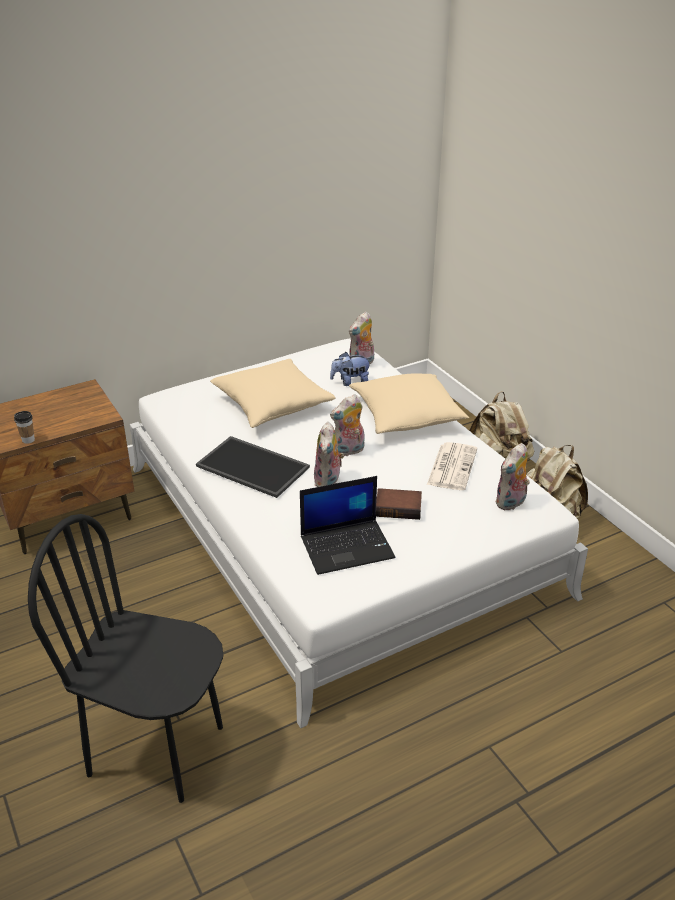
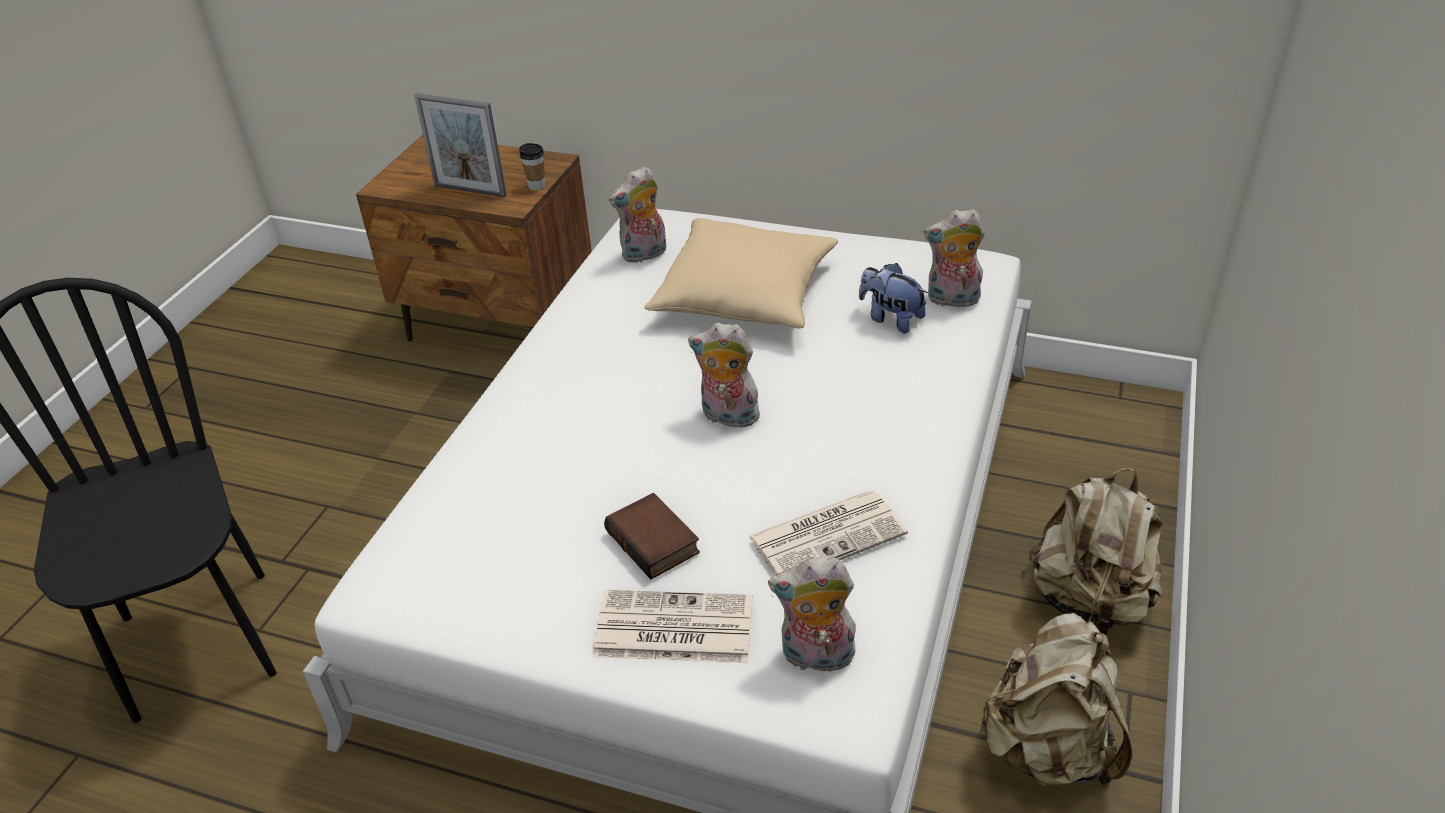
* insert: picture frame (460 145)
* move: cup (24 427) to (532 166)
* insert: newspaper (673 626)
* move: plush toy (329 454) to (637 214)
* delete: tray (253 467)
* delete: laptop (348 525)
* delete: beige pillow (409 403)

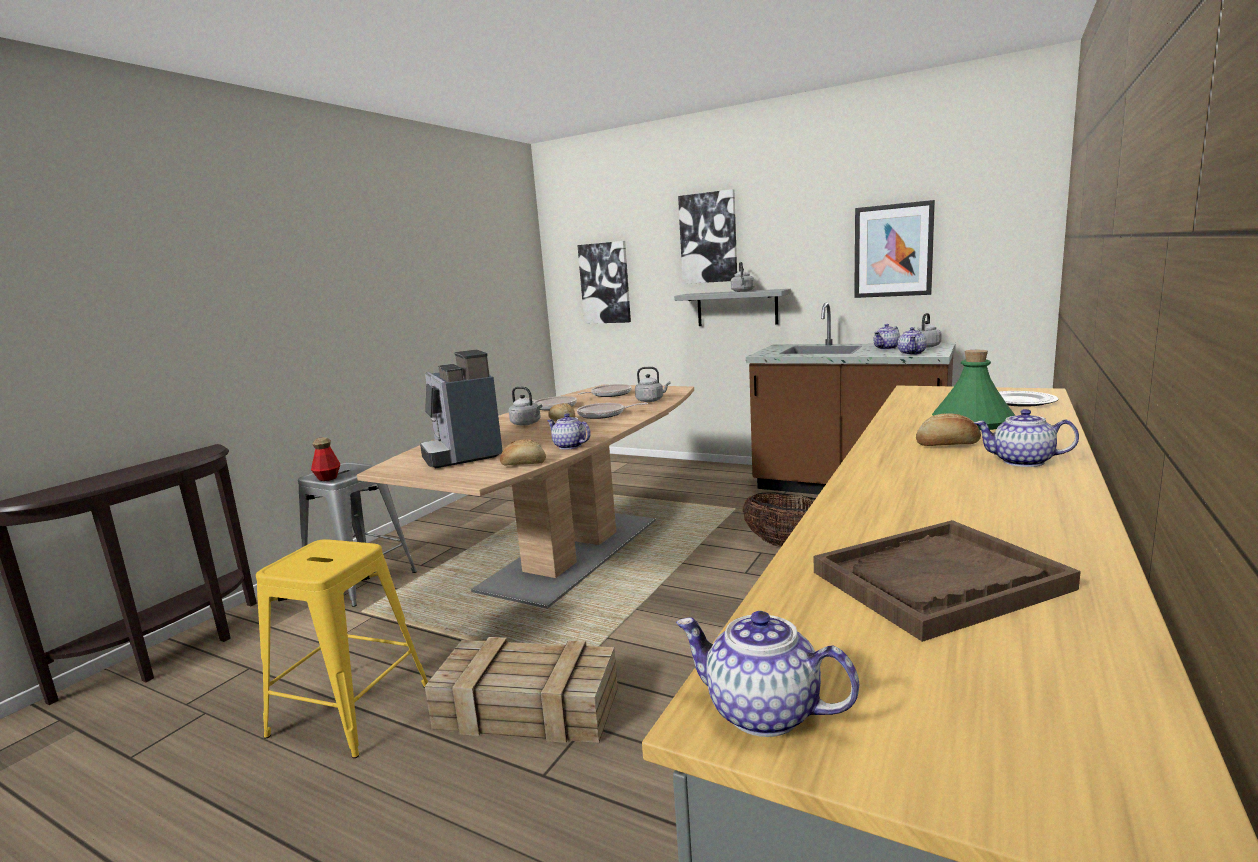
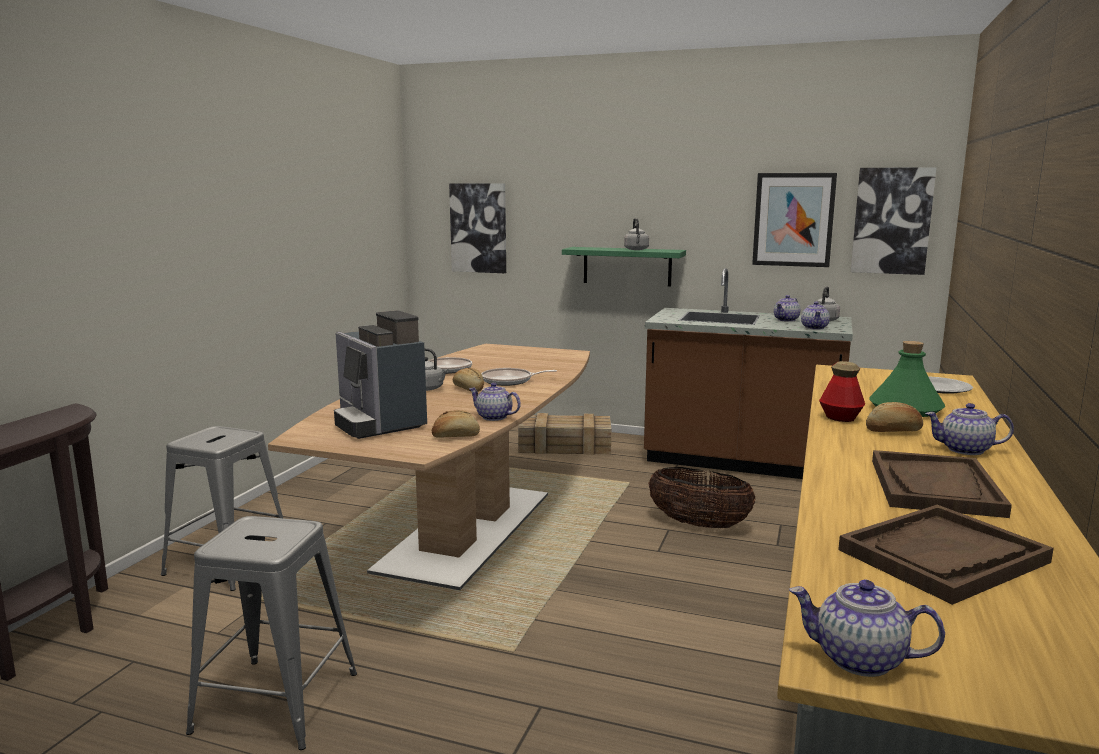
* recolor: yellow stool (342 648) to grey stool (271 633)
* move: crate (521 690) to (564 434)
* recolor: grey shelf (732 307) to green shelf (624 267)
* move: bottle (325 459) to (842 391)
* move: picture (707 236) to (893 221)
* insert: brown tray (942 484)
* delete: frying pan (604 390)
* delete: grey kettle (652 384)

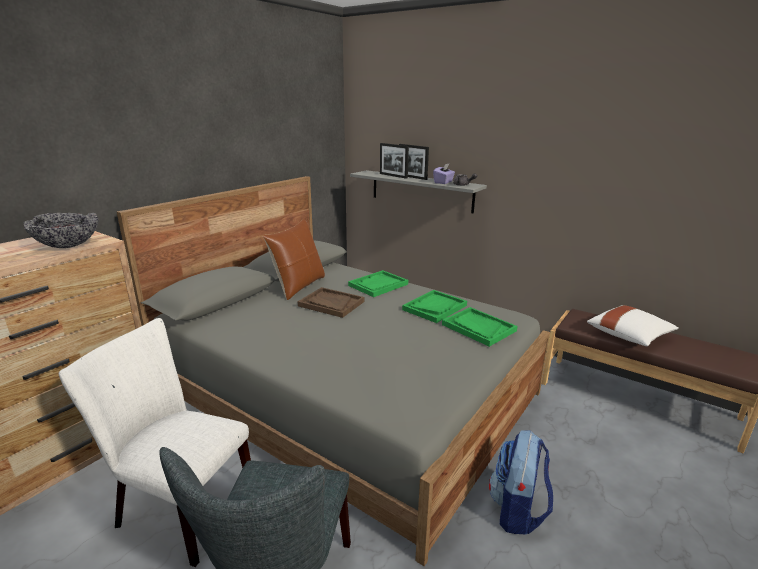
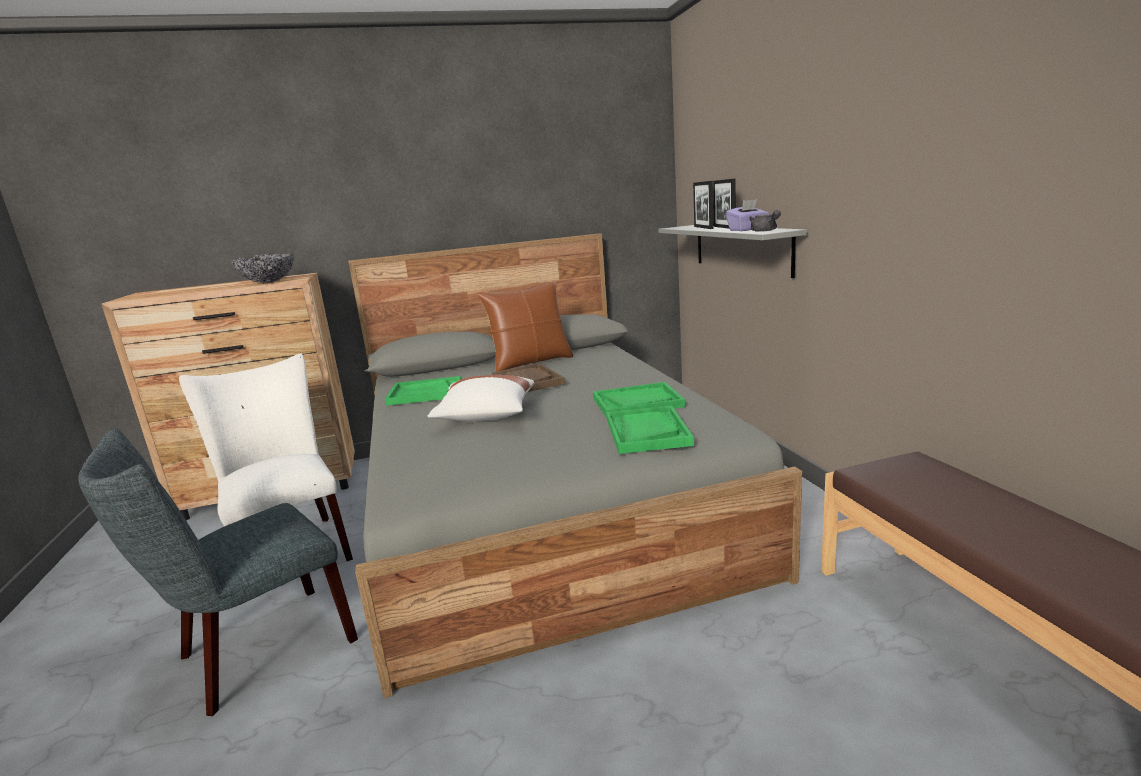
* move: green tray (378 283) to (423 391)
* move: white pillow (633 325) to (481 398)
* delete: backpack (521 482)

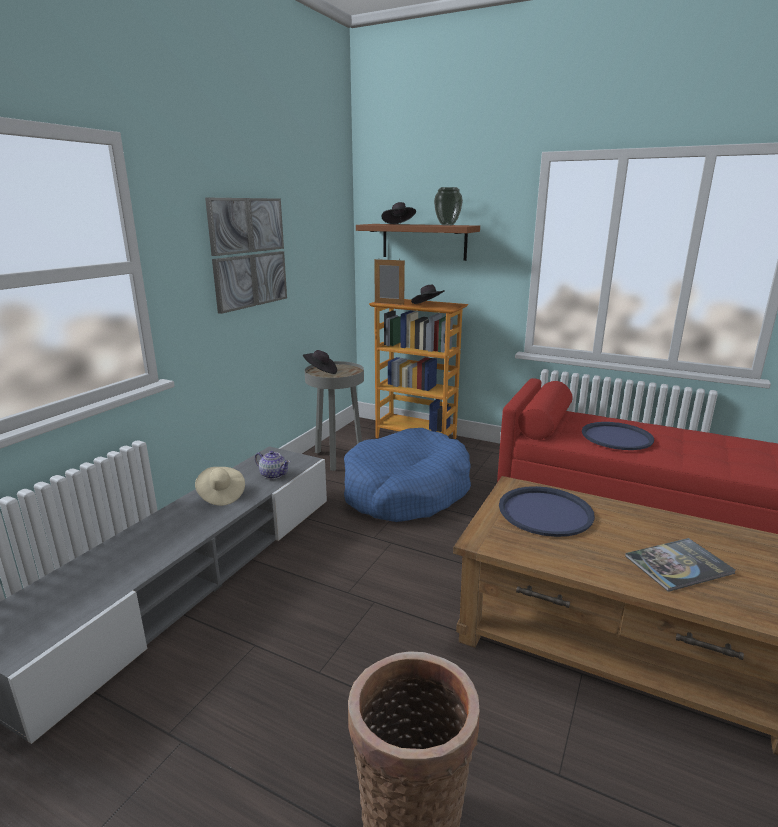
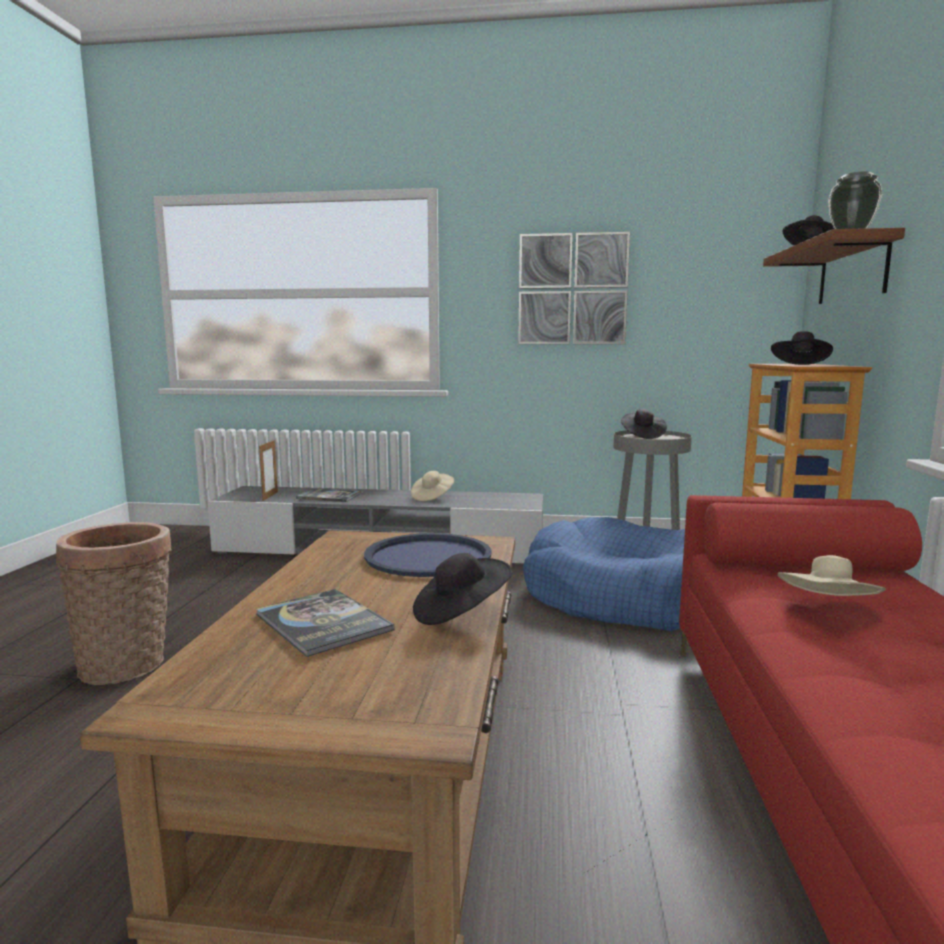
* move: picture frame (389 281) to (268 470)
* insert: book (328 495)
* insert: black hat (462 589)
* replace: blue tray (618 436) to beige hat (832 575)
* delete: teapot (272 465)

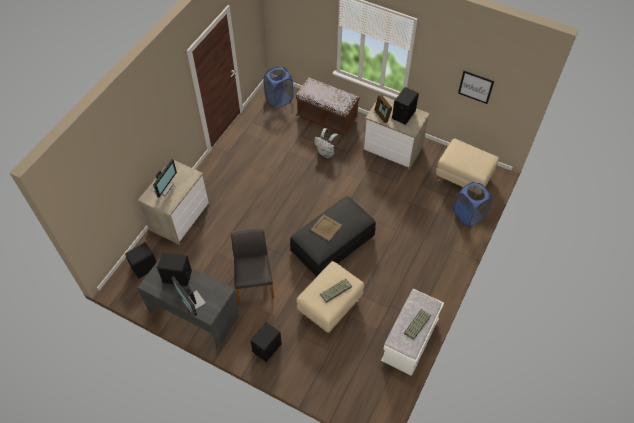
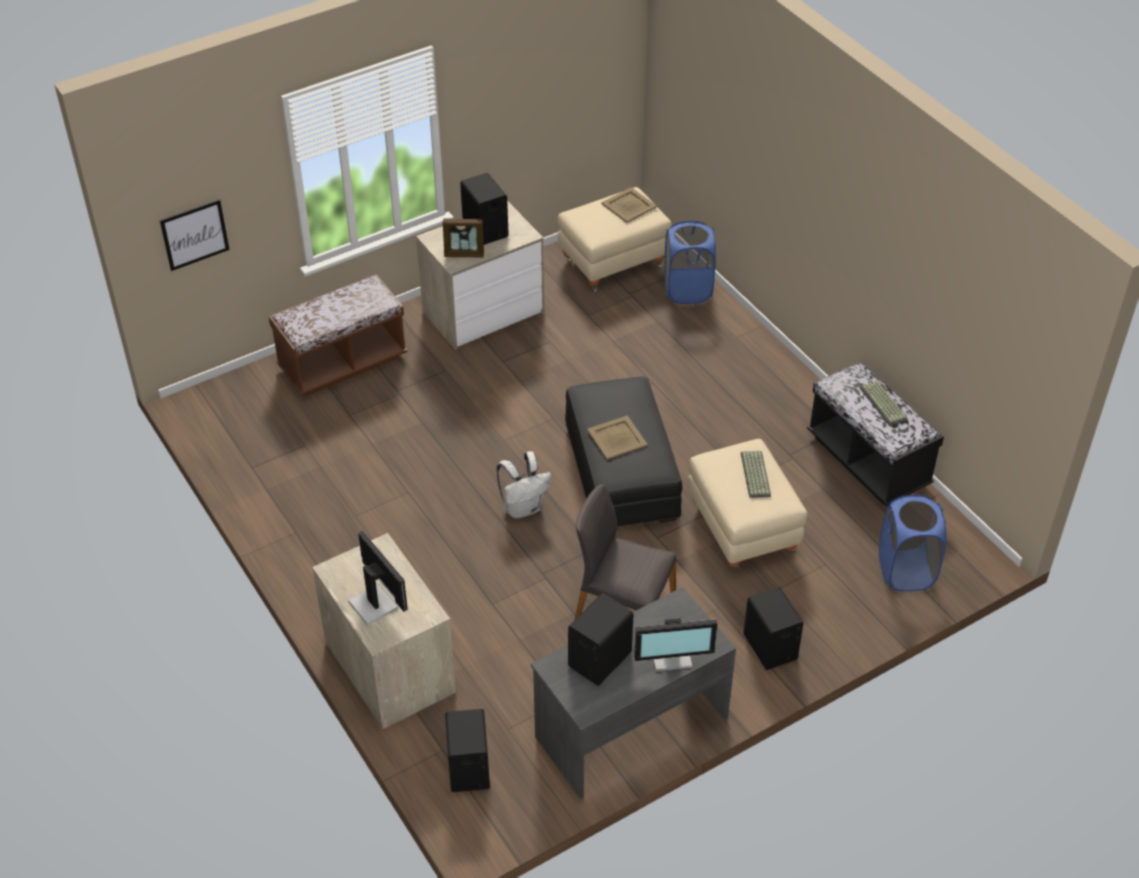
* move: picture (476 87) to (194 235)
* move: white backpack (327 143) to (523 485)
* insert: beige tray (629 205)
* recolor: white bench (412 332) to black bench (875 433)
* move: blue laundry basket (278 87) to (912 543)

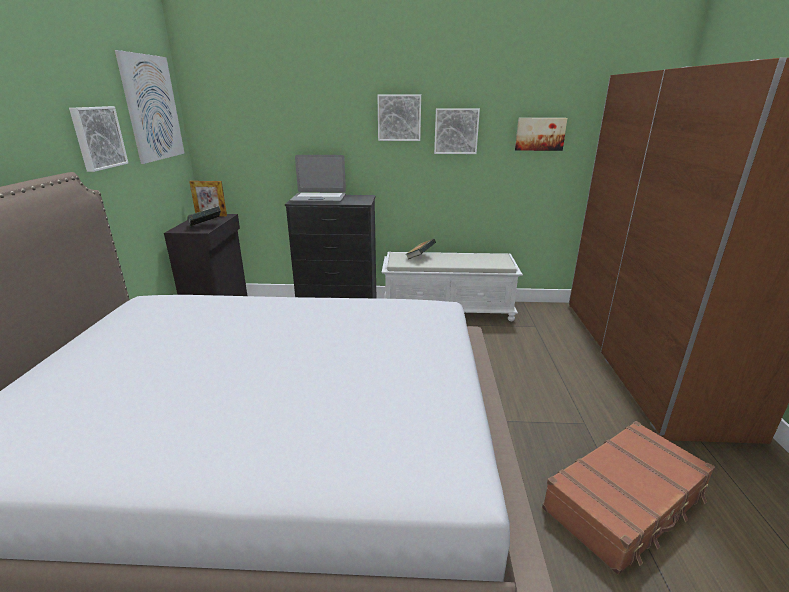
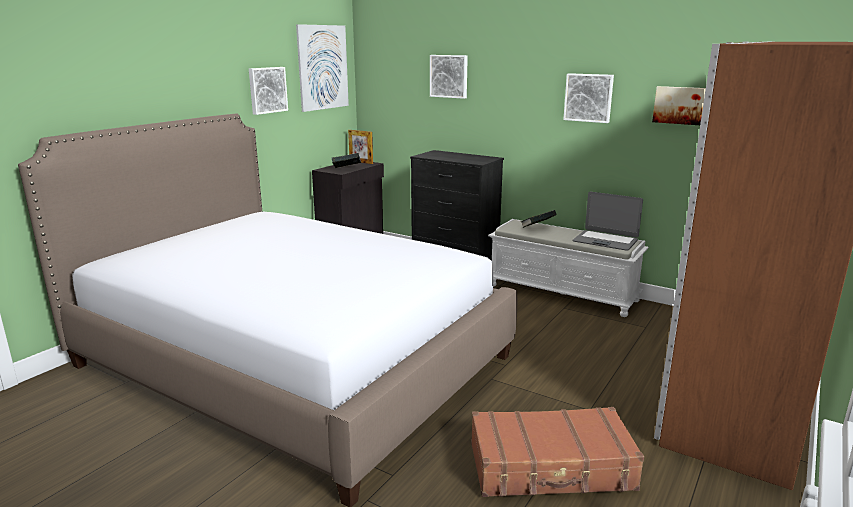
* move: picture (399 118) to (449 77)
* move: laptop (318 178) to (608 221)

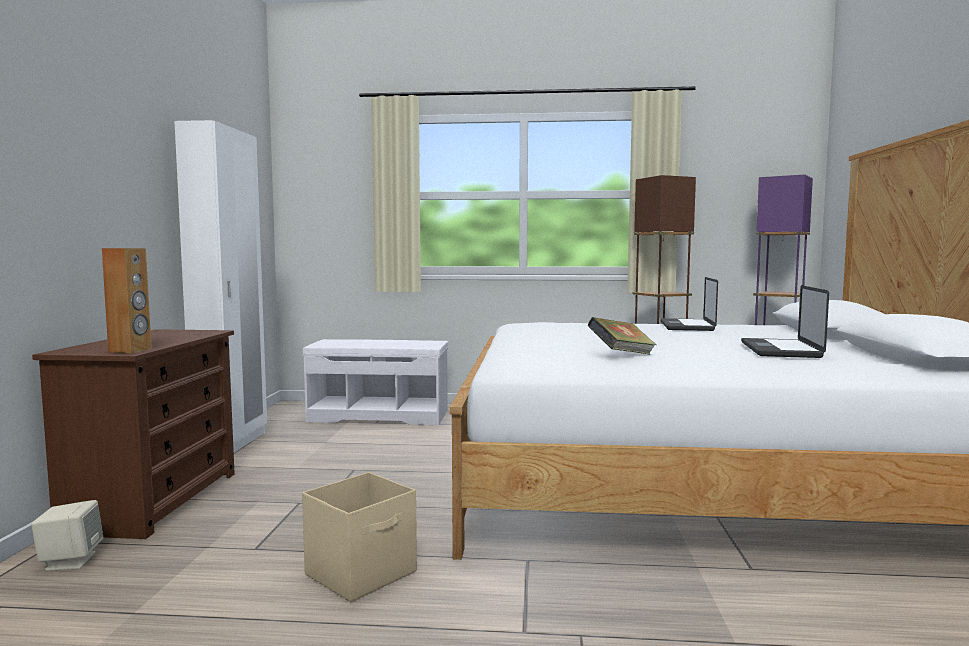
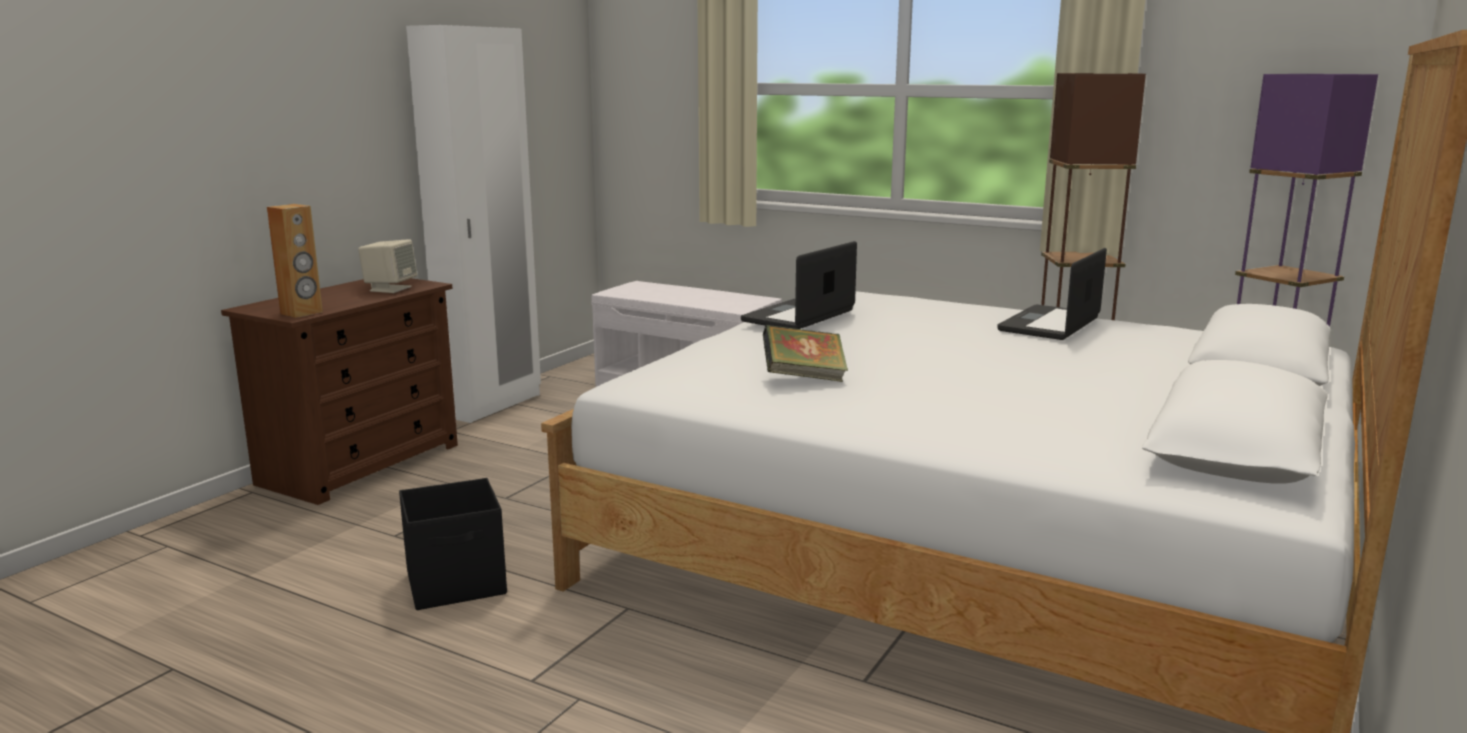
* move: beige speaker (67 535) to (387 266)
* recolor: beige storage box (359 537) to black storage box (453 544)
* move: laptop (785 321) to (799 285)

